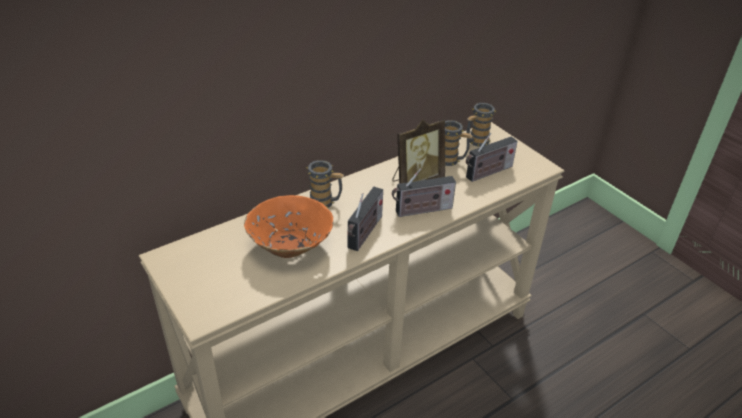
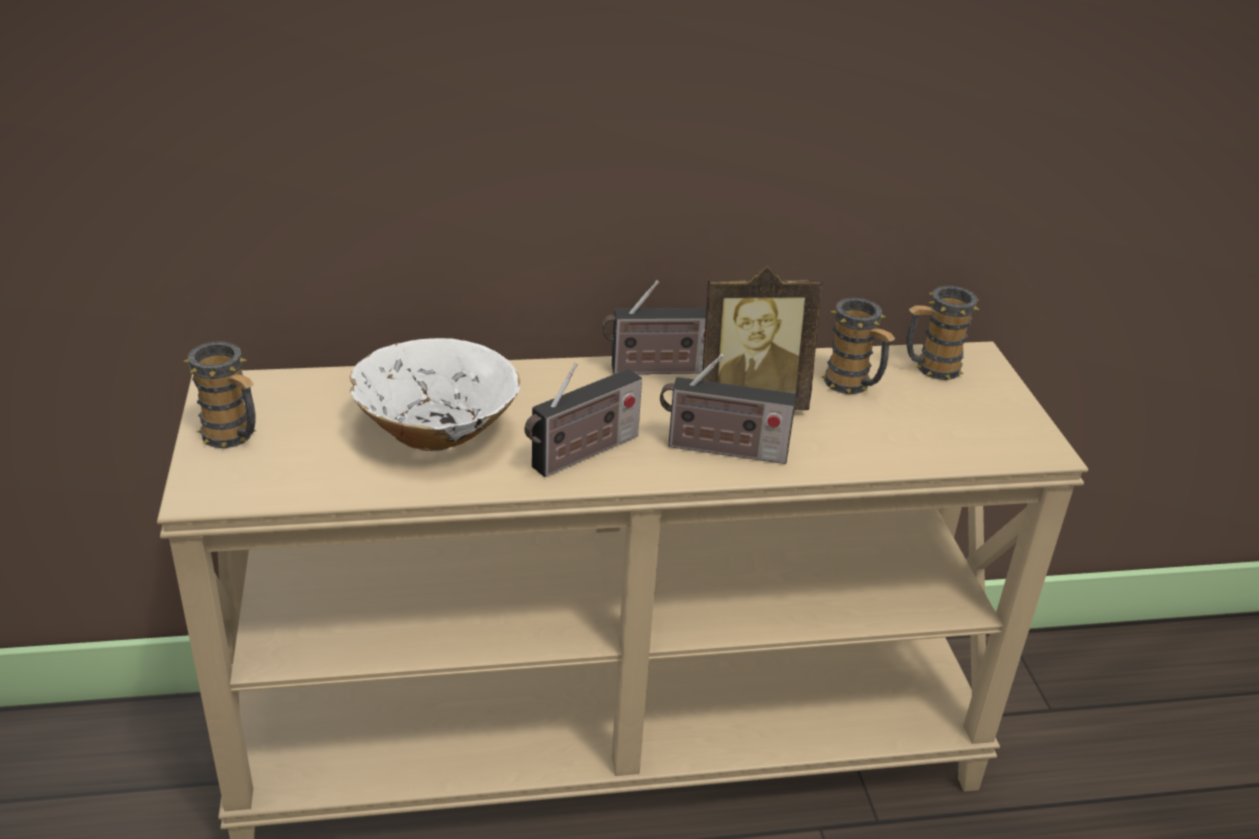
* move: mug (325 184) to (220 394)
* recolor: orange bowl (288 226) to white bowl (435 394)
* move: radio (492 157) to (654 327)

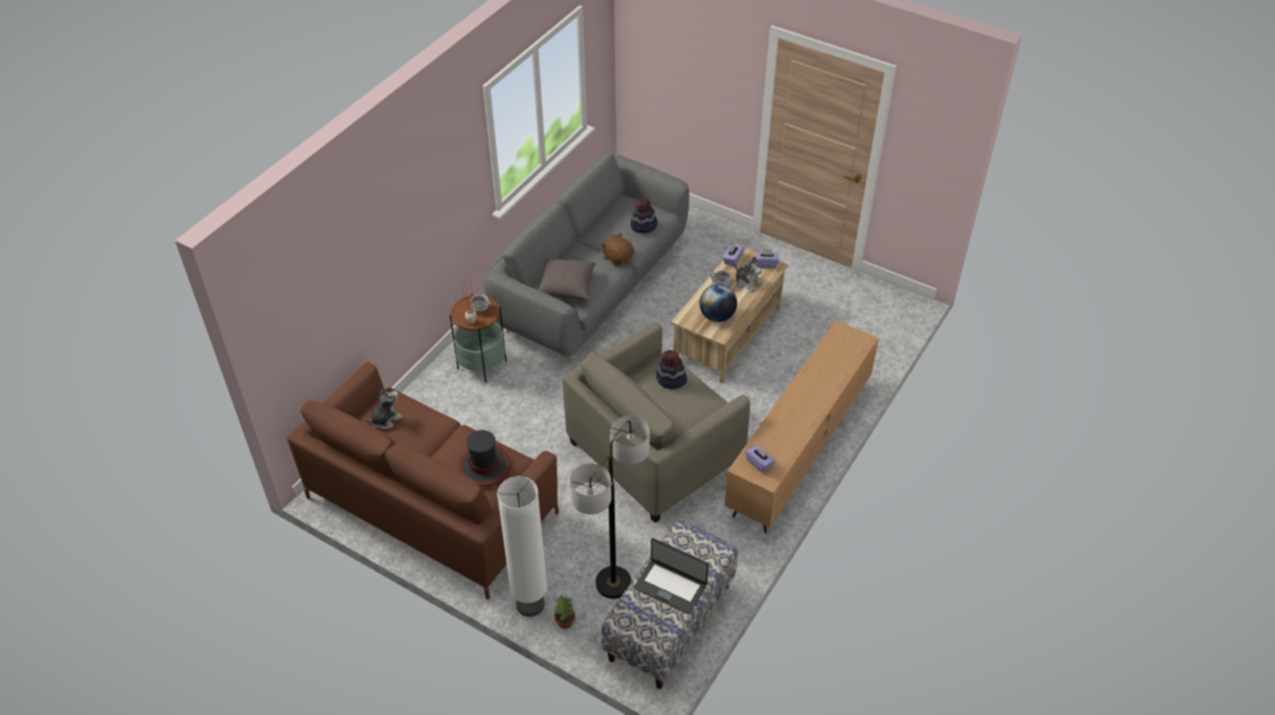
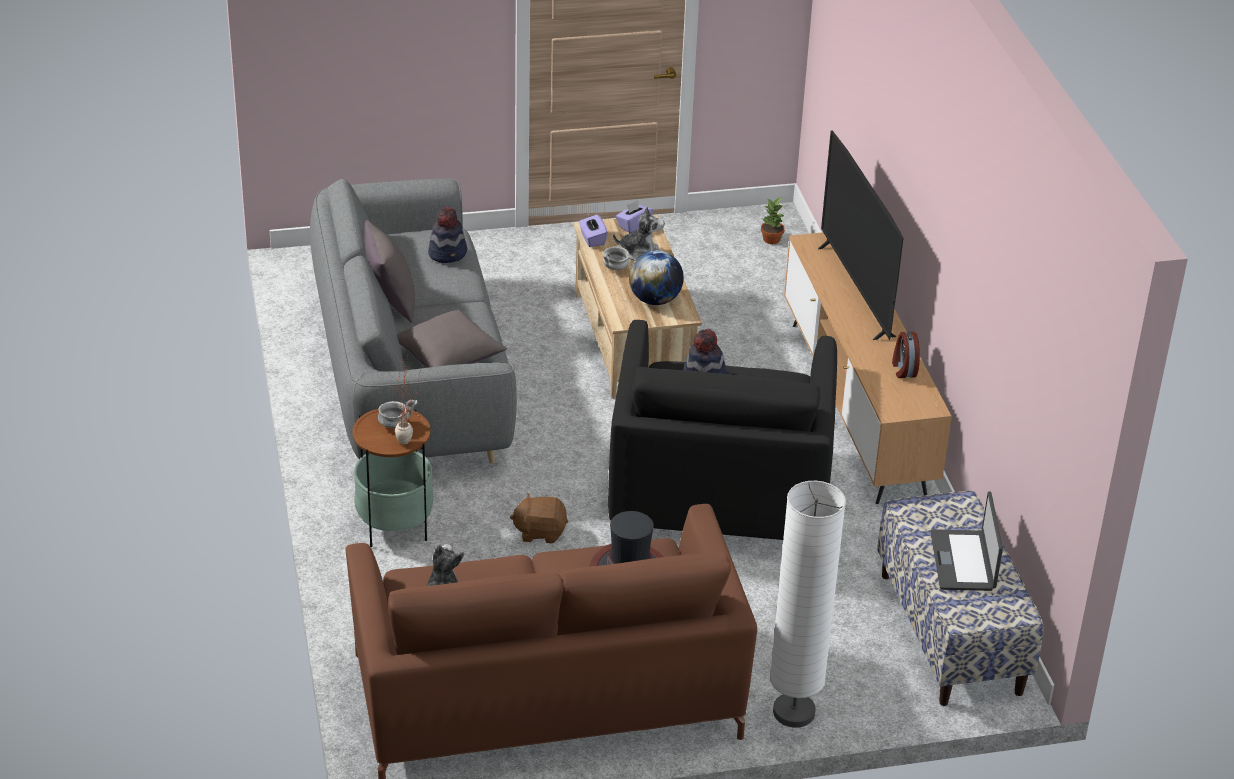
* insert: grey pillow (389 271)
* move: brown plush toy (617 250) to (539 518)
* recolor: beige armchair (656 422) to black armchair (722 430)
* move: potted plant (564 612) to (773 220)
* insert: television (860 235)
* insert: alarm clock (906 355)
* rotate: laptop (671 576) = (967 541) 105 degrees clockwise
* delete: floor lamp (610 507)
* delete: purple tissue box (760 459)

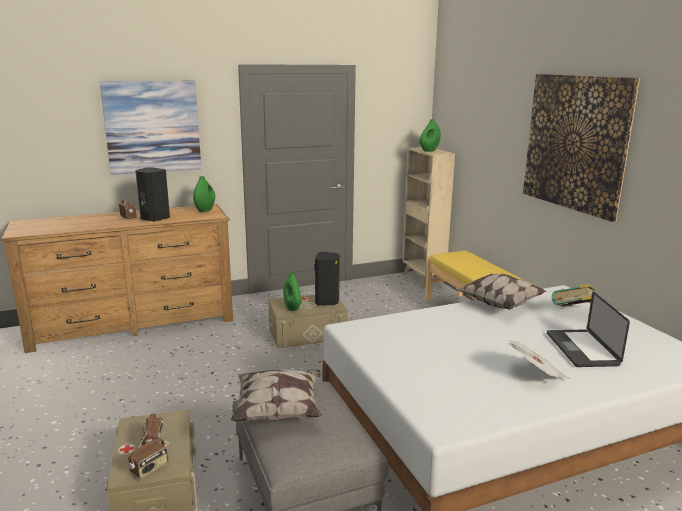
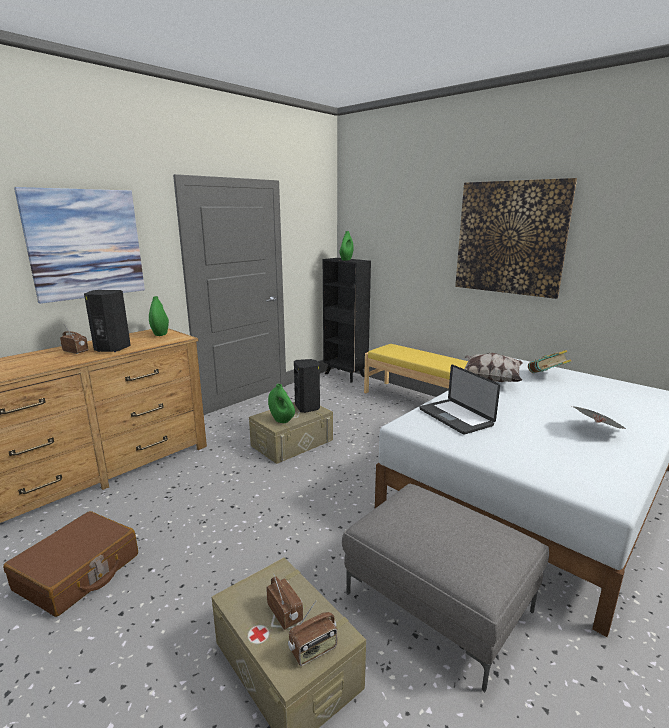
* insert: brown suitcase (70 564)
* rotate: radio (148 454) = (312 633) 45 degrees clockwise
* recolor: beige bookcase (429 217) to black bookcase (347 320)
* move: laptop (588 329) to (460 399)
* delete: pillow (276 395)

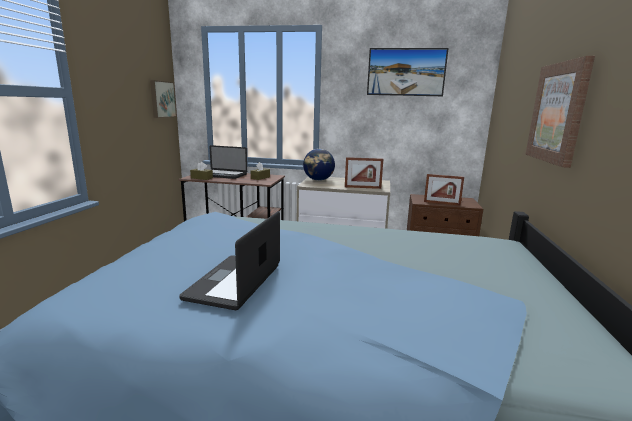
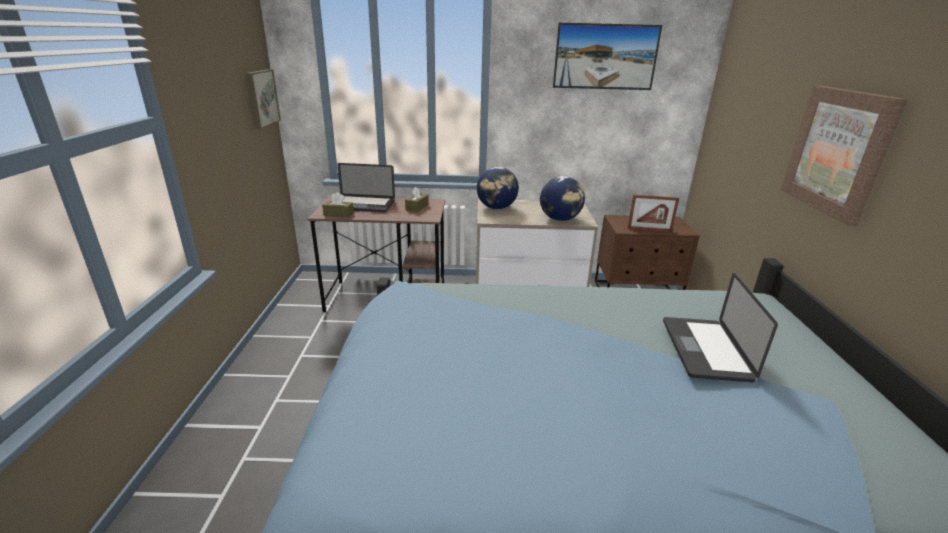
* replace: picture frame (364 173) to globe (562 198)
* move: laptop (229 260) to (720 327)

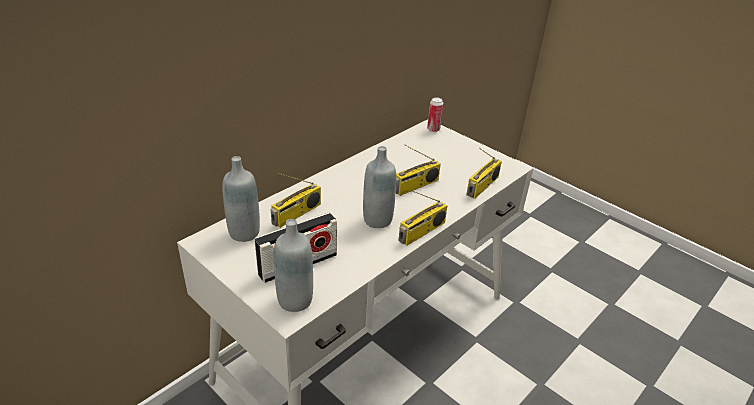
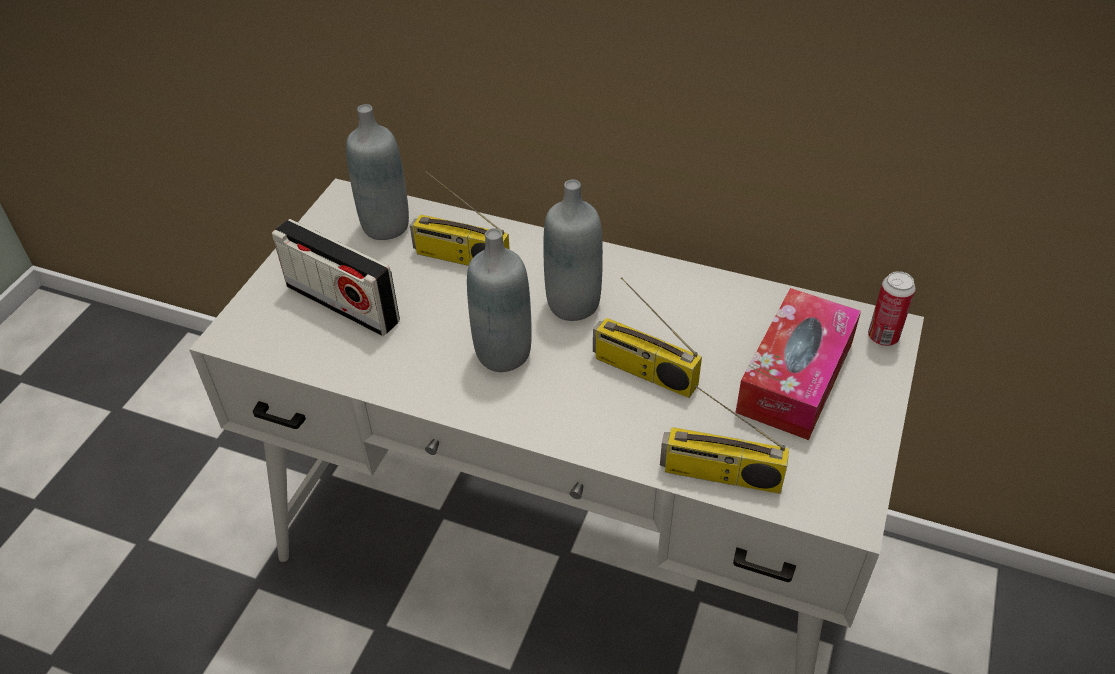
* move: grey bottle (293 265) to (573 250)
* insert: tissue box (798 364)
* delete: radio (422 218)

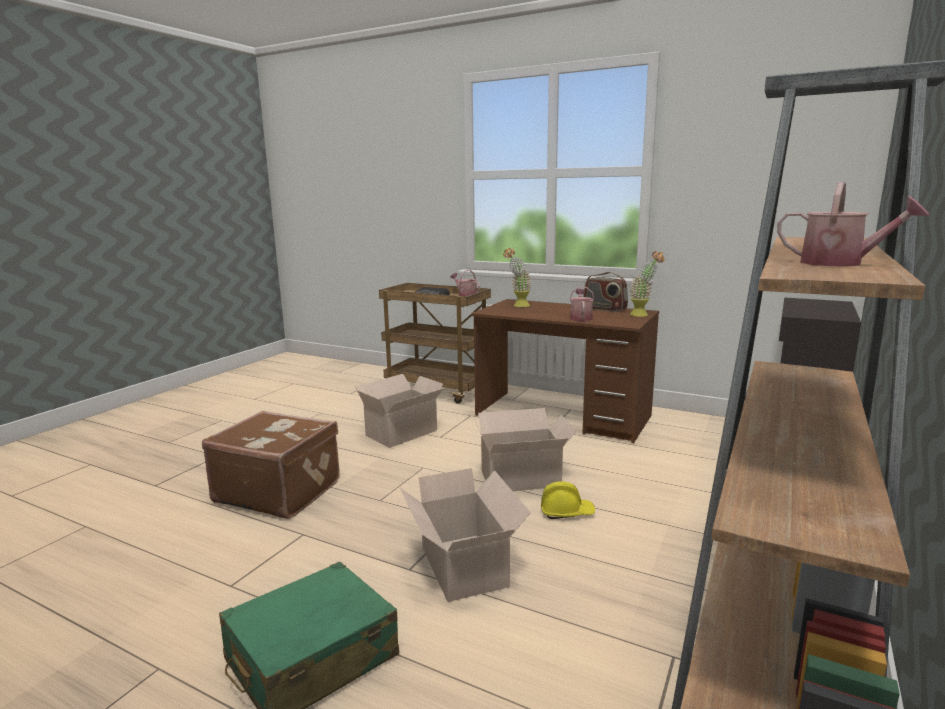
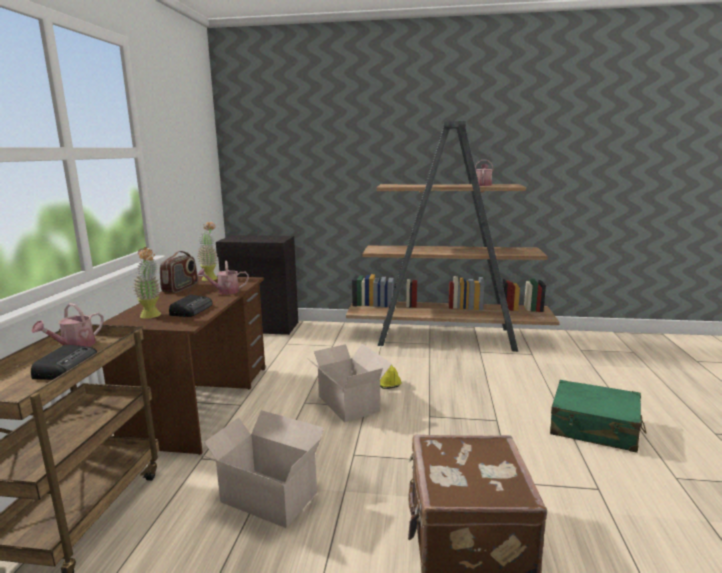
* insert: radio (191 306)
* delete: cardboard box (465 535)

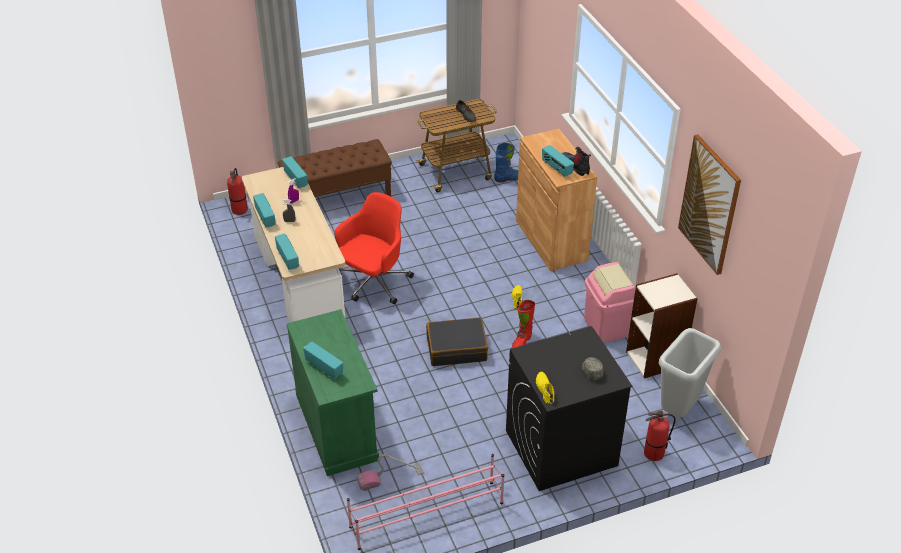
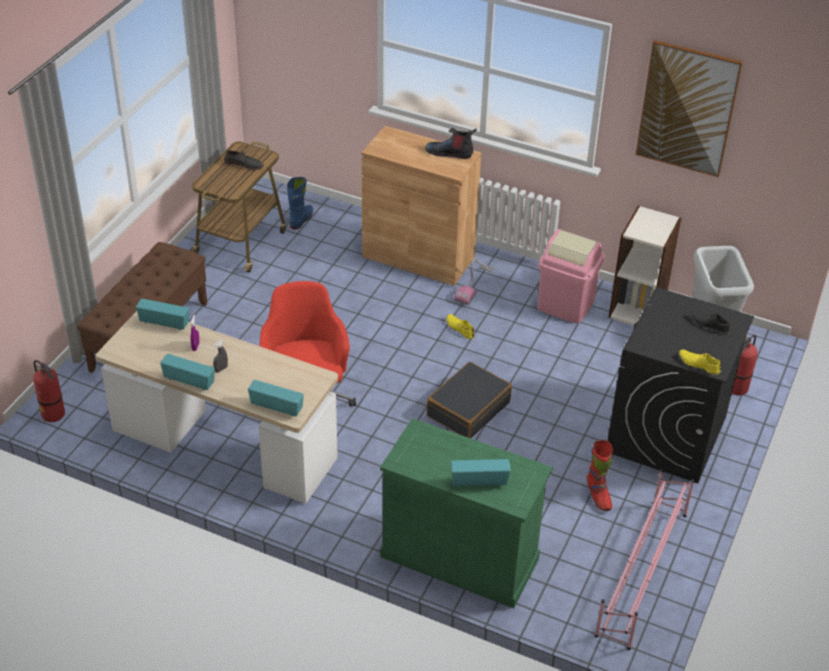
* move: vacuum cleaner (390 472) to (474 281)
* move: red boot (523 324) to (600 475)
* replace: grey cap (592 368) to black shoe (711 322)
* delete: radio (558 161)

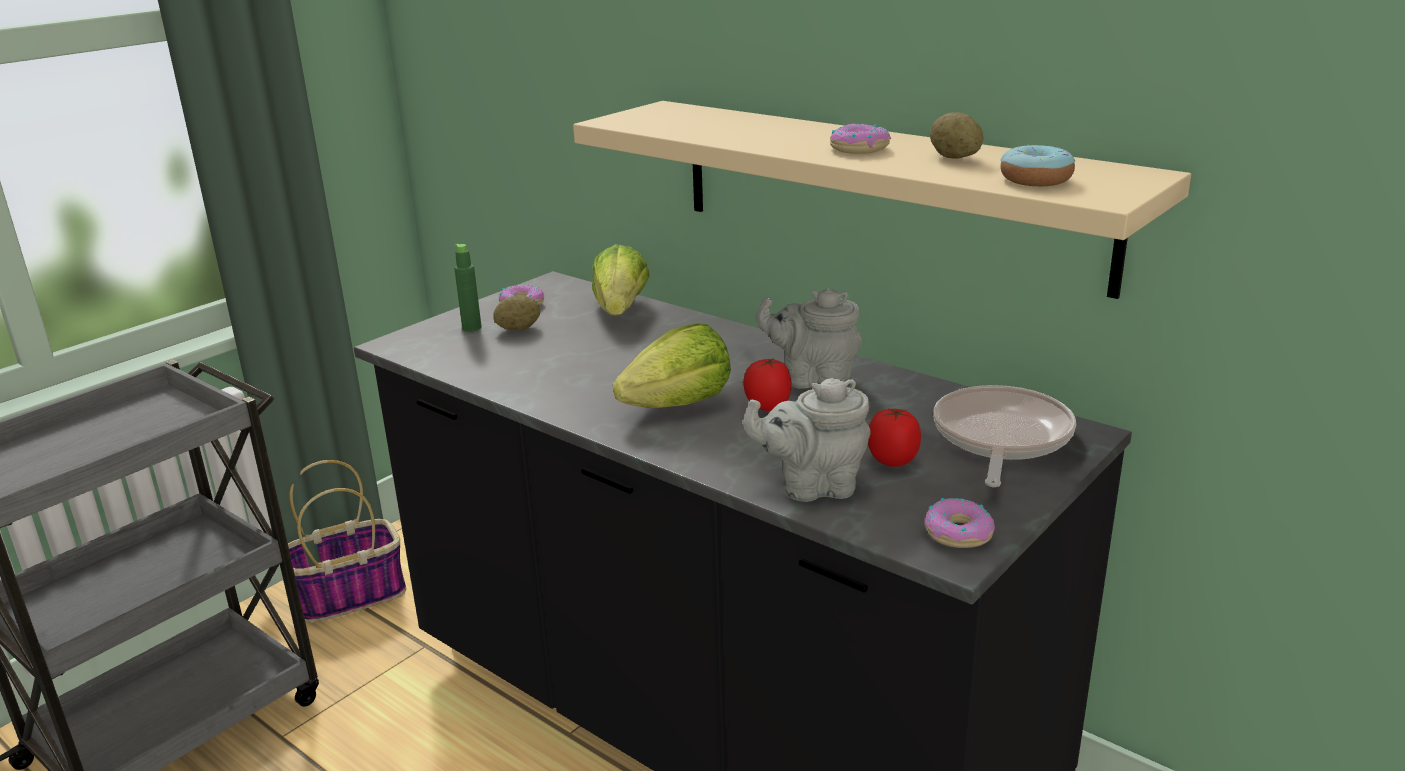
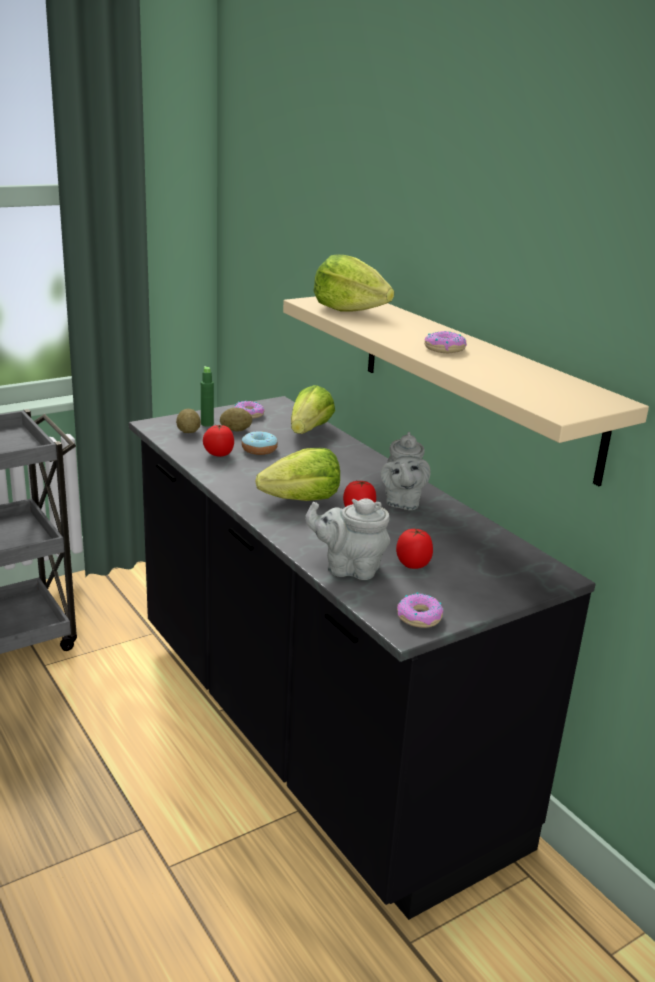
* move: potato (956 135) to (188 421)
* insert: tomato (218 440)
* move: donut (1037 165) to (259 443)
* insert: lettuce (353 283)
* rotate: grey teapot (809 339) = (406 471) 120 degrees counterclockwise
* delete: basket (347 541)
* delete: frying pan (1004 436)

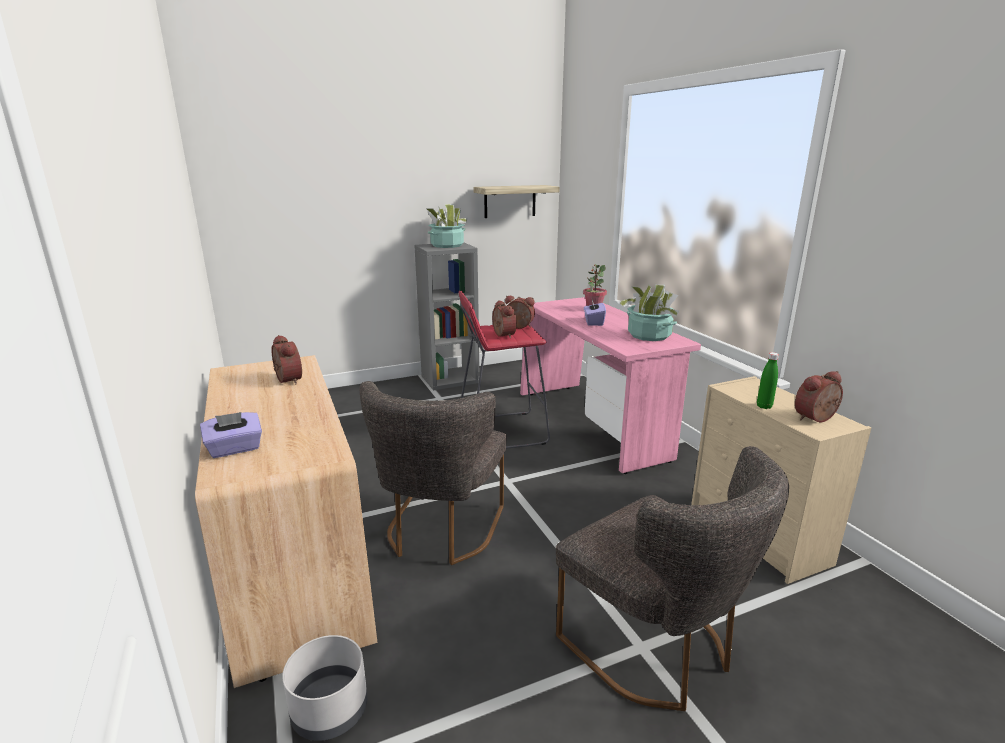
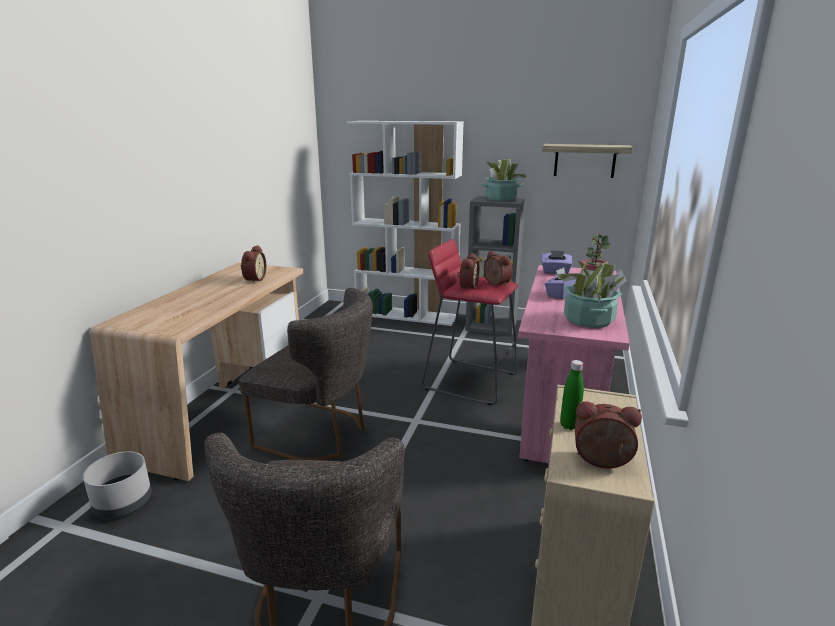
* rotate: grey chair (433 473) = (305 374) 120 degrees counterclockwise
* insert: white bookcase (405 223)
* move: purple tissue box (231 435) to (557 262)

